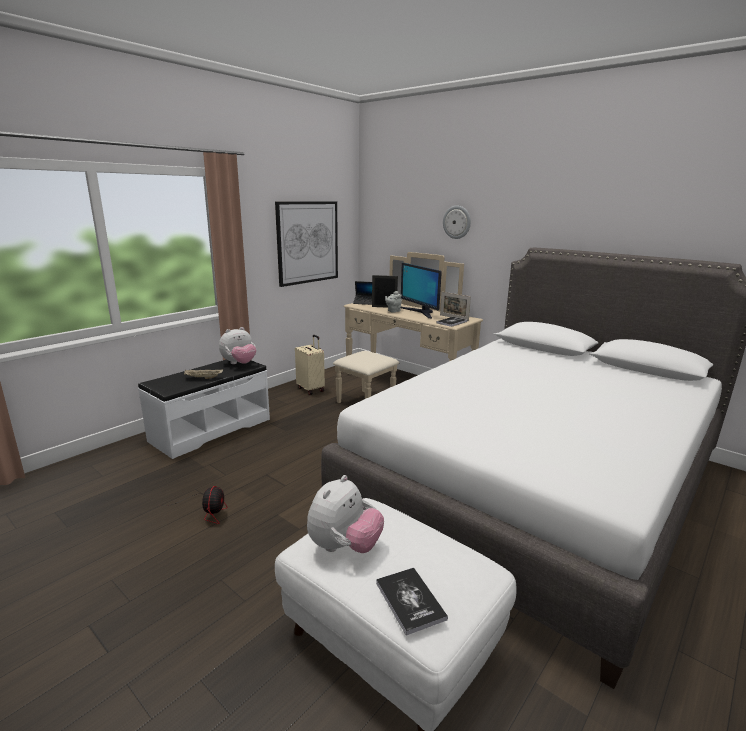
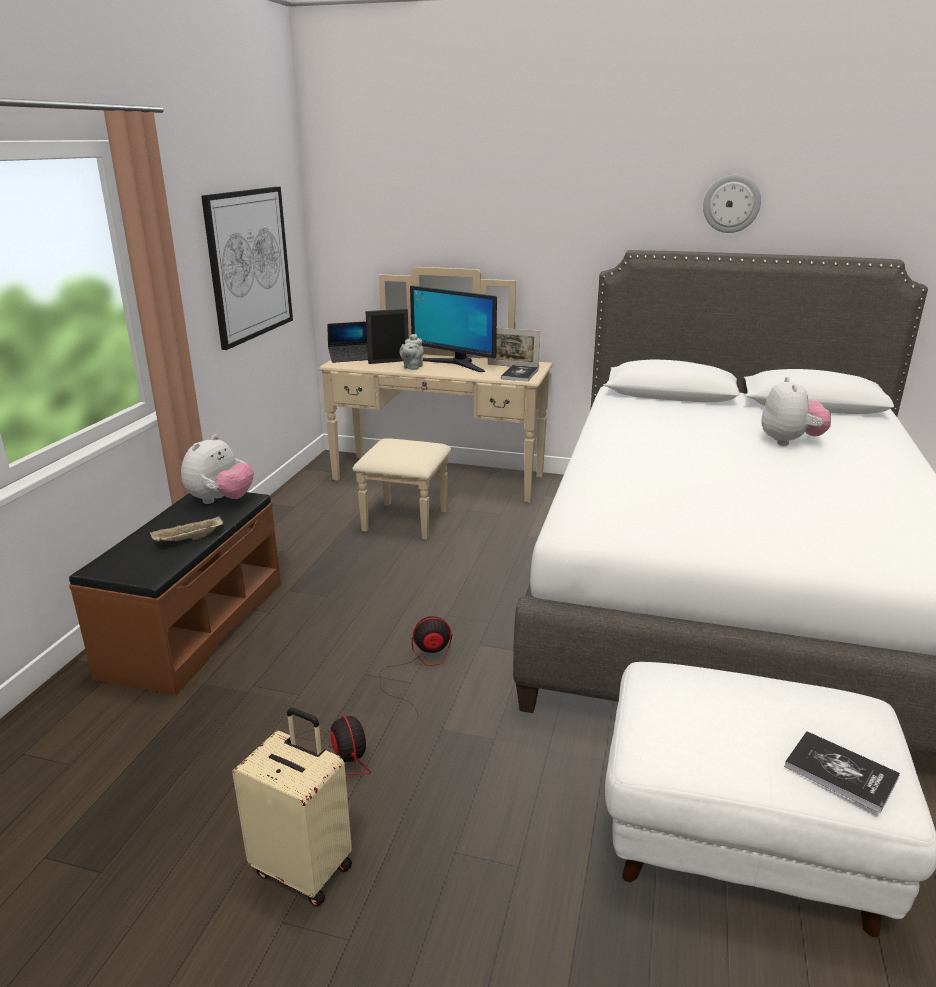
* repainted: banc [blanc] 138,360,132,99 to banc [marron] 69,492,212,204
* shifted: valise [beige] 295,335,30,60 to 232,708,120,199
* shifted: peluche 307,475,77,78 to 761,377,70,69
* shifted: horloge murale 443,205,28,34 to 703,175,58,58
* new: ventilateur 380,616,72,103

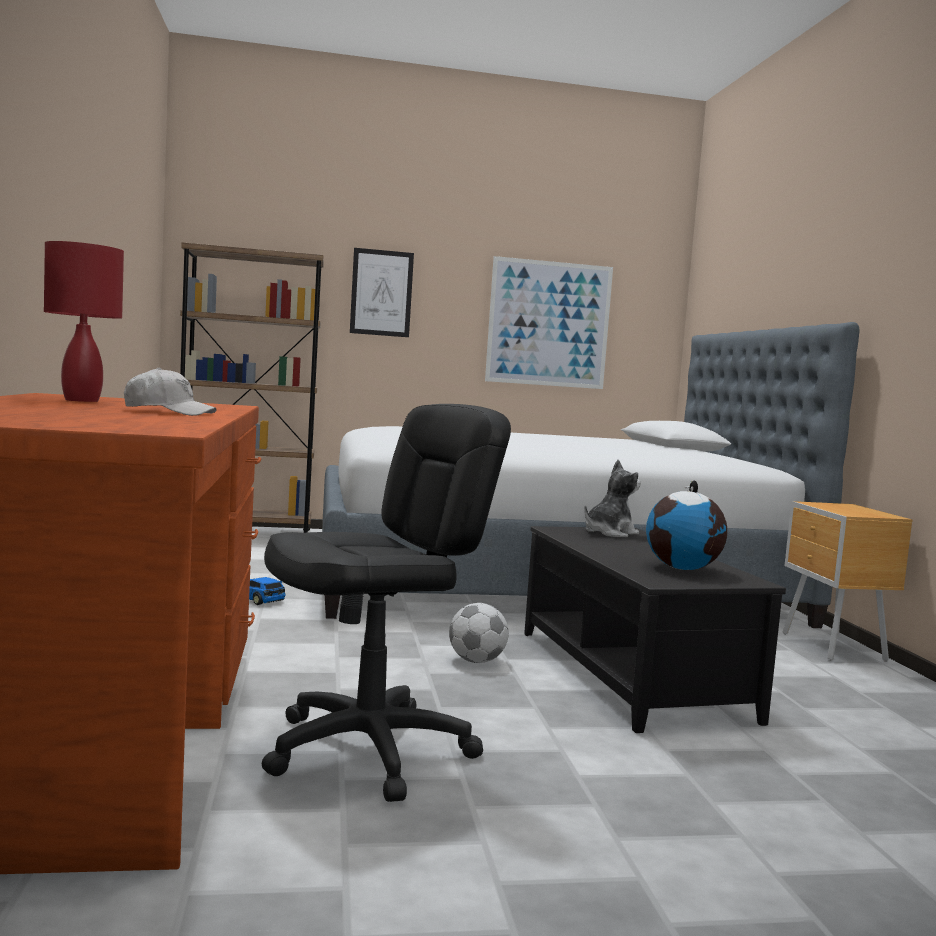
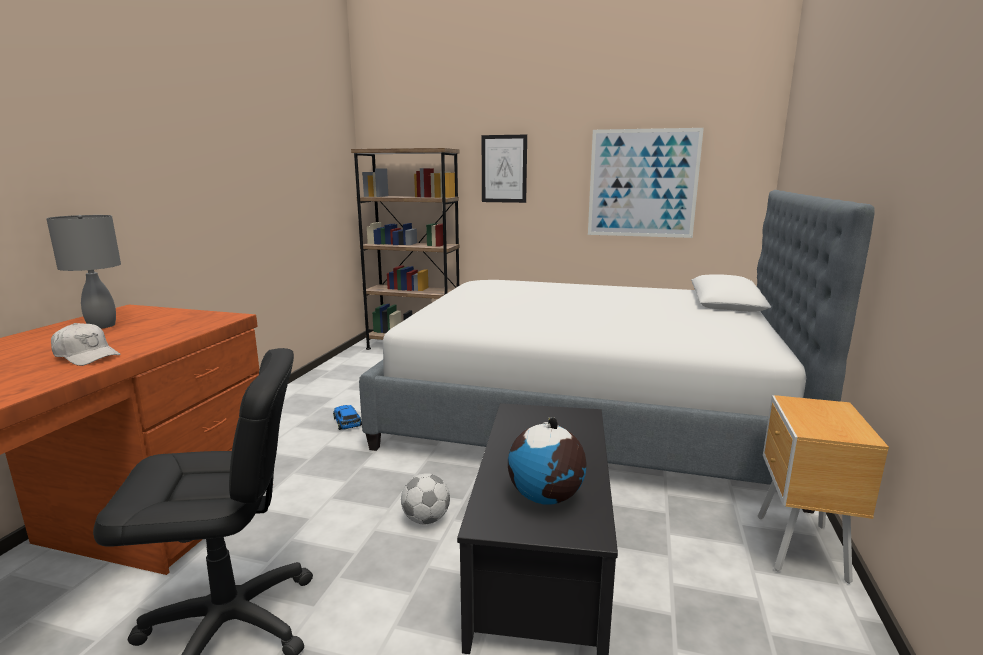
* repainted: lampe de table [rouge] 44,241,80,161 to lampe de table [gris] 46,215,75,114
* gone: peluche 584,460,57,77

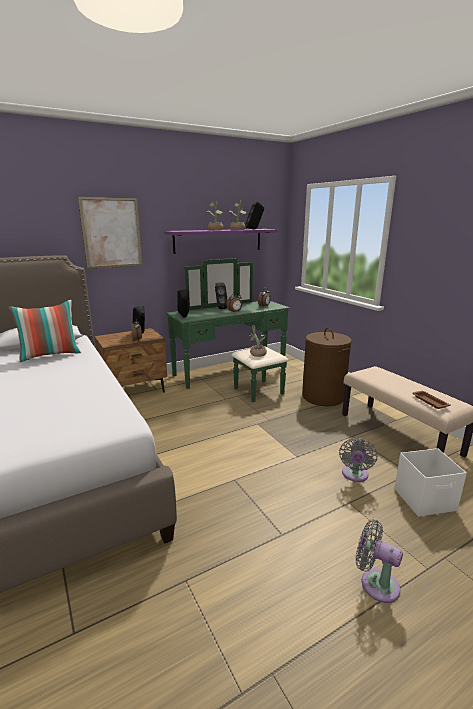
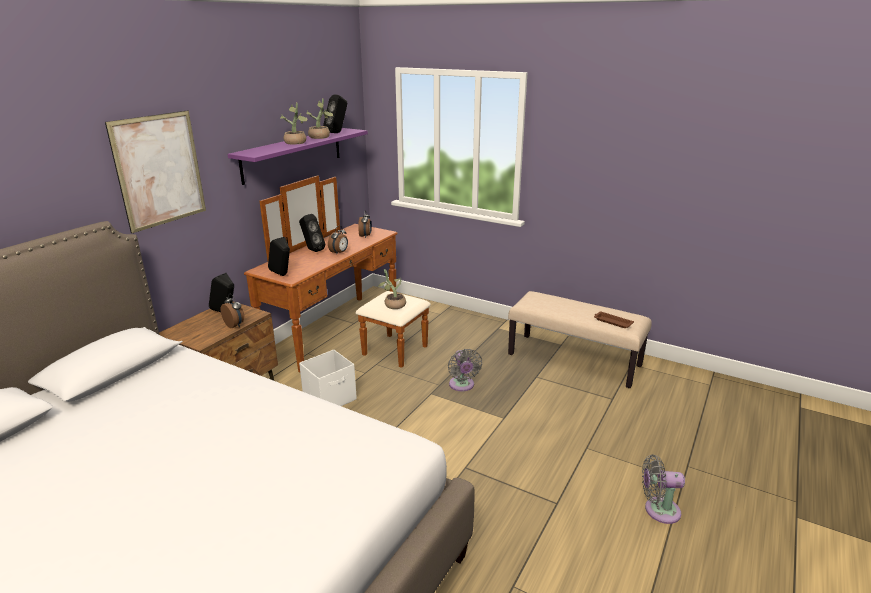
* gone: coussin 8,300,73,62
* repainted: commode [vert] 166,258,124,144 to commode [marron] 244,175,187,198
* gone: panier à linge [marron] 302,328,50,78
* shifted: ventilateur [gris] 339,438,38,44 to 448,349,34,42
* shifted: boîte de rangement [blanc] 394,448,73,69 to 299,350,58,56

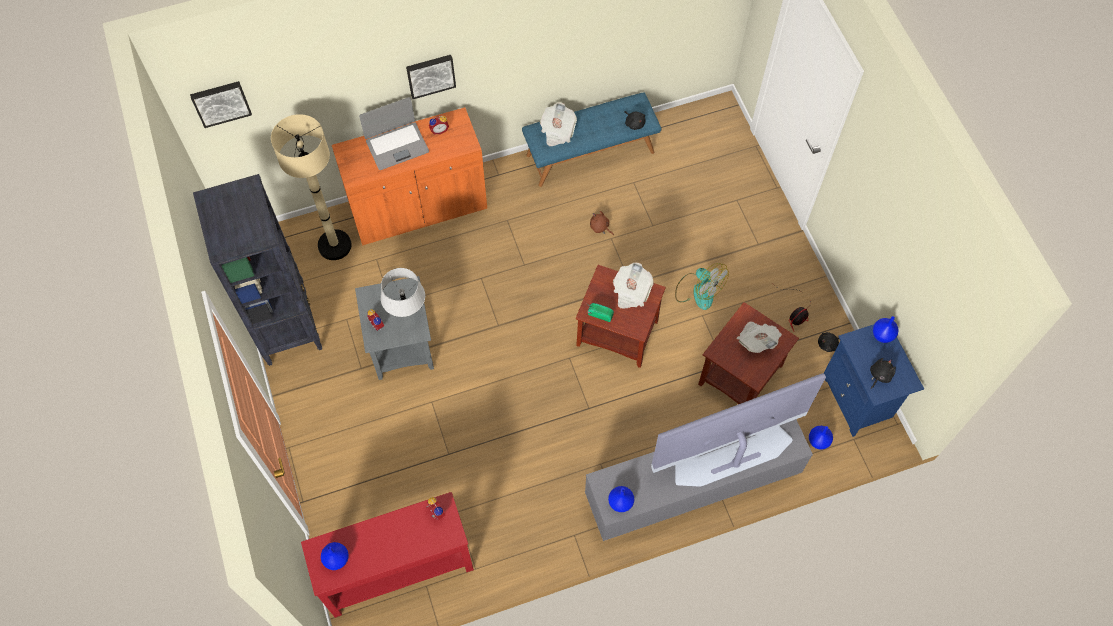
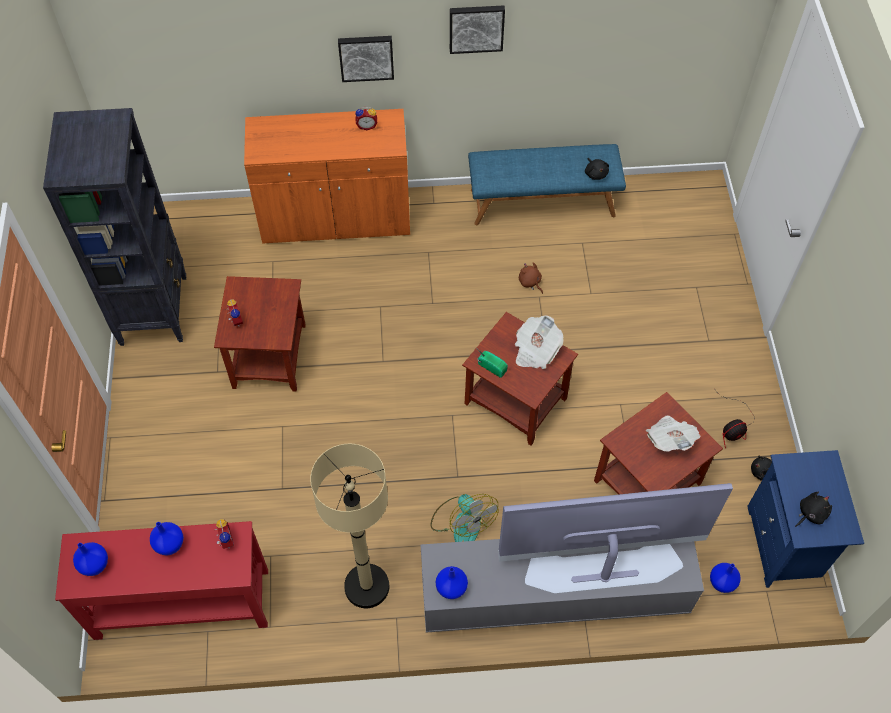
* shifted: tableau 190,81,62,47 to 450,5,55,49
* shifted: lampadaire [beige] 271,114,81,146 to 310,444,79,164
* repainted: table d'appoint [gris] 355,276,79,104 to table d'appoint [marron] 214,276,92,116
* gone: ordinateur portable 359,97,70,73
* gone: lampe de table [gris] 381,268,44,49
* gone: journal 540,103,37,43
* shifted: ventilateur 675,263,54,47 to 430,494,68,48
* shifted: vase [bleu] 873,316,26,27 to 150,522,34,33

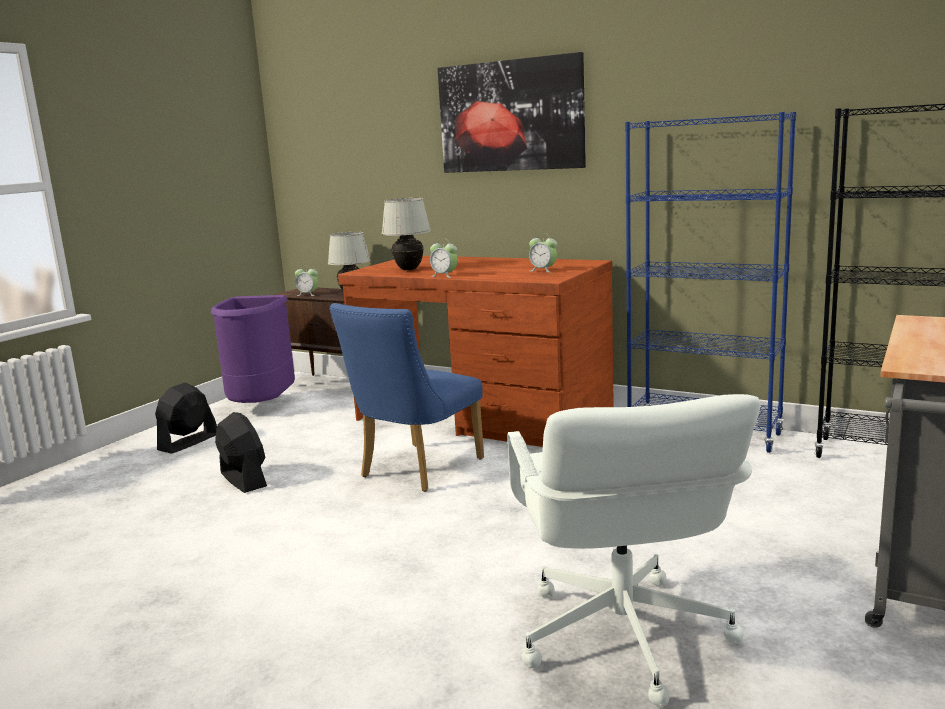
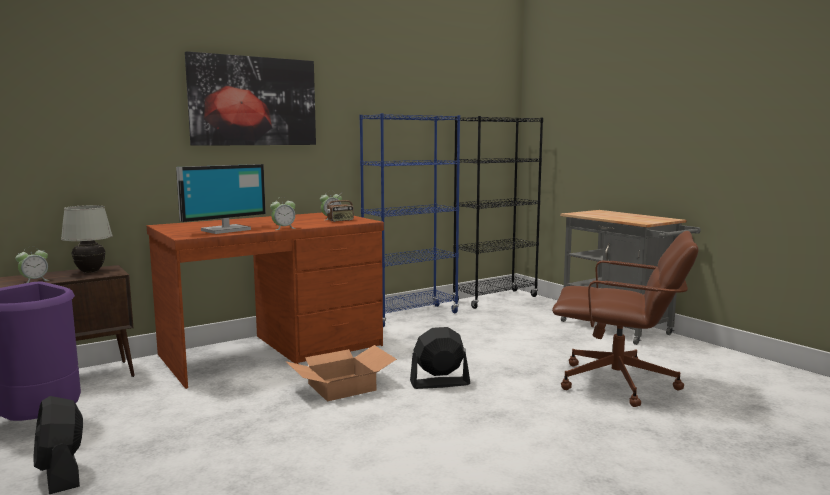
* shifted: ventilateur [noir] 215,412,52,81 to 410,327,60,62
* swapped: chaise [bleu] 330,303,154,189 to carton 285,345,112,57
* swapped: lampe de table [blanc] 382,198,49,72 to écran d'ordinateur 176,164,90,70
* repainted: chaise de bureau [blanc] 507,394,253,312 to chaise de bureau [marron] 552,231,146,176
* new: radio 326,194,28,28

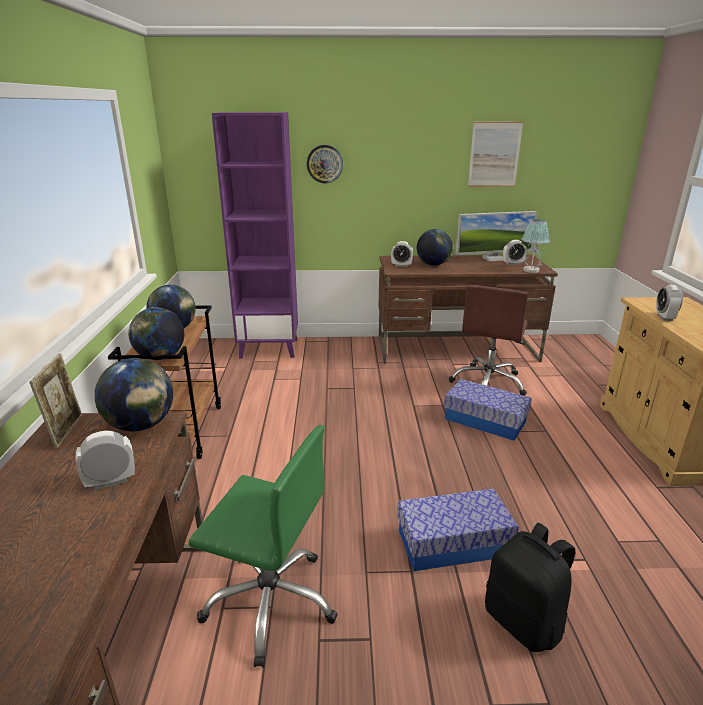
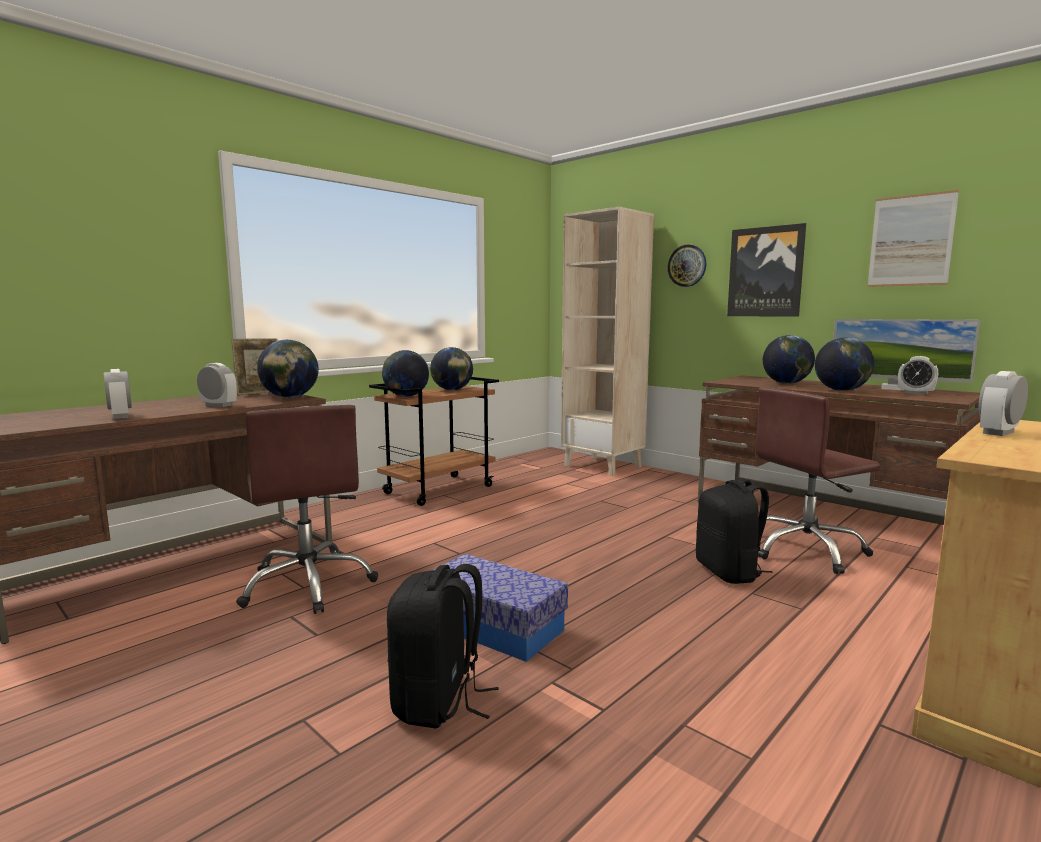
* repainted: chaise de bureau [vert] 188,425,150,242 to chaise de bureau [marron] 236,405,142,209
* repainted: bibliothèque [violet] 212,112,86,246 to bibliothèque [beige] 561,207,93,269
* shifted: réveil 391,241,22,26 to 104,369,28,50
* swapped: boîte de rangement 444,379,88,62 to sac à dos [noir] 696,478,77,106
* gone: lampe de table 522,219,28,54
* new: tableau 727,223,79,94
* new: globe 815,337,59,54

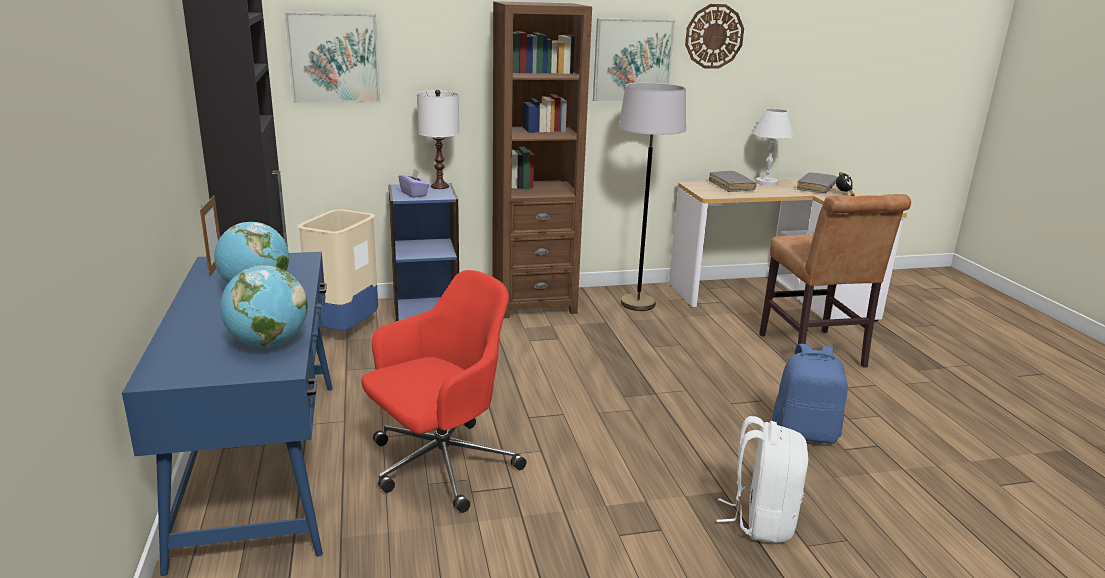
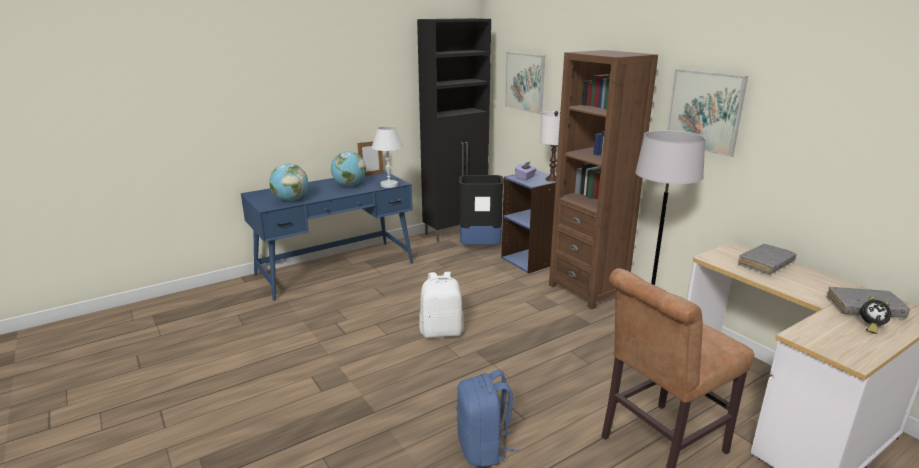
* repainted: poubelle [beige] 297,209,81,122 to poubelle [noir] 459,175,45,69
* gone: chaise de bureau [rouge] 361,270,166,243
* gone: horloge murale 685,4,59,65
* shifted: sac à dos [blanc] 716,416,92,127 to 419,272,45,66
* shifted: lampe de table [blanc] 753,109,41,77 to 371,126,32,62

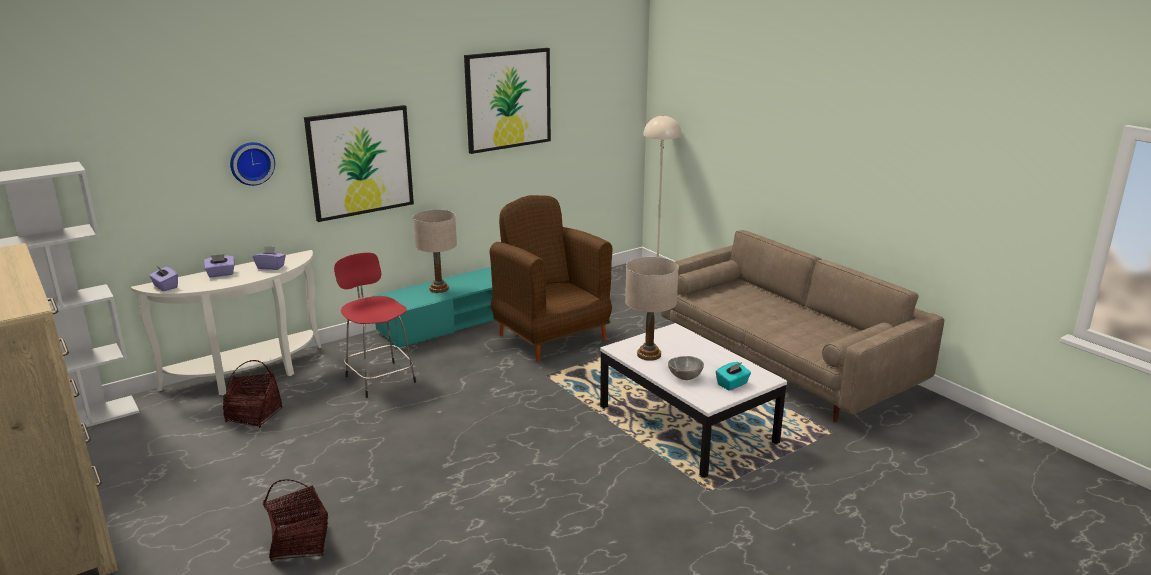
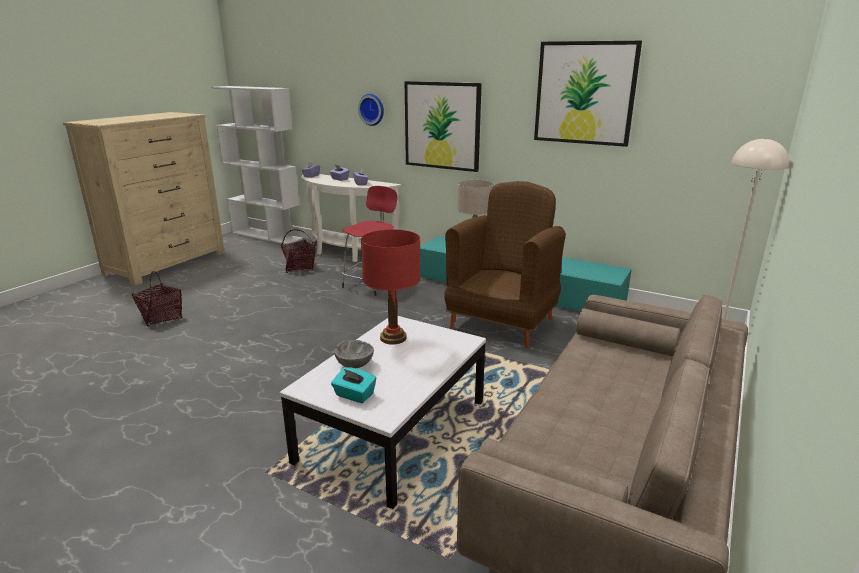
* repainted: lampe de table [beige] 625,257,54,104 to lampe de table [rouge] 361,229,60,116

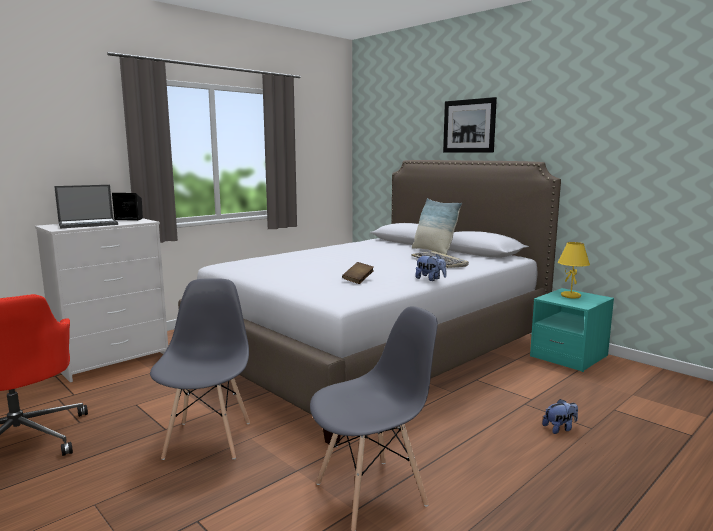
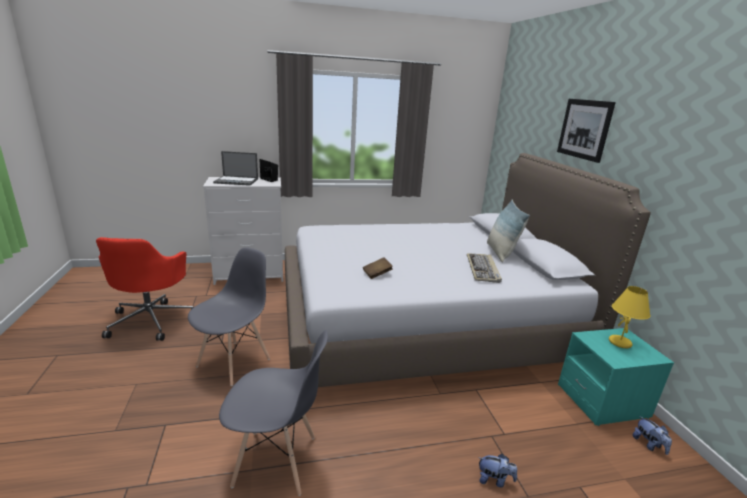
* shifted: peluche 415,255,32,26 to 633,416,39,39

